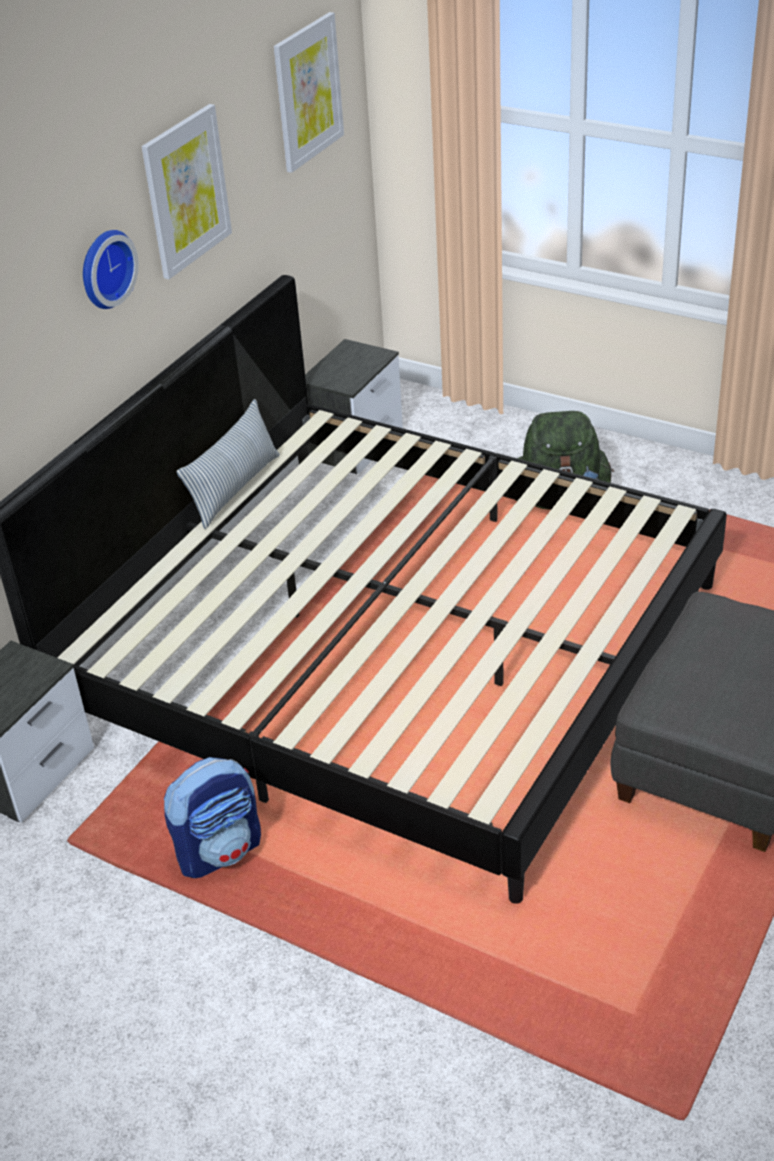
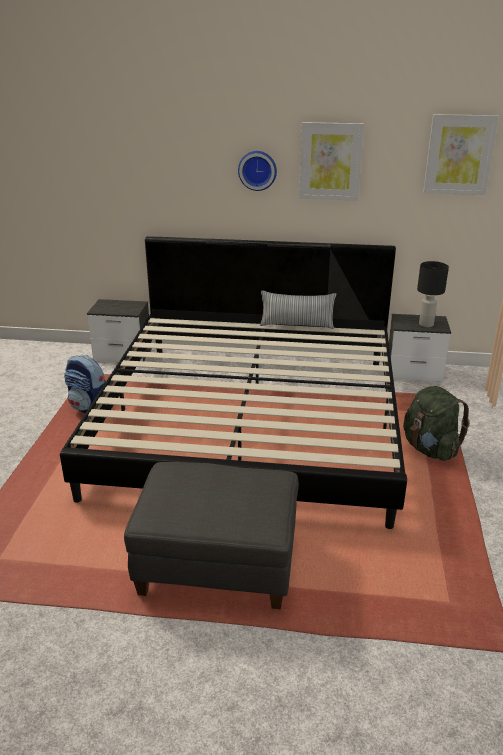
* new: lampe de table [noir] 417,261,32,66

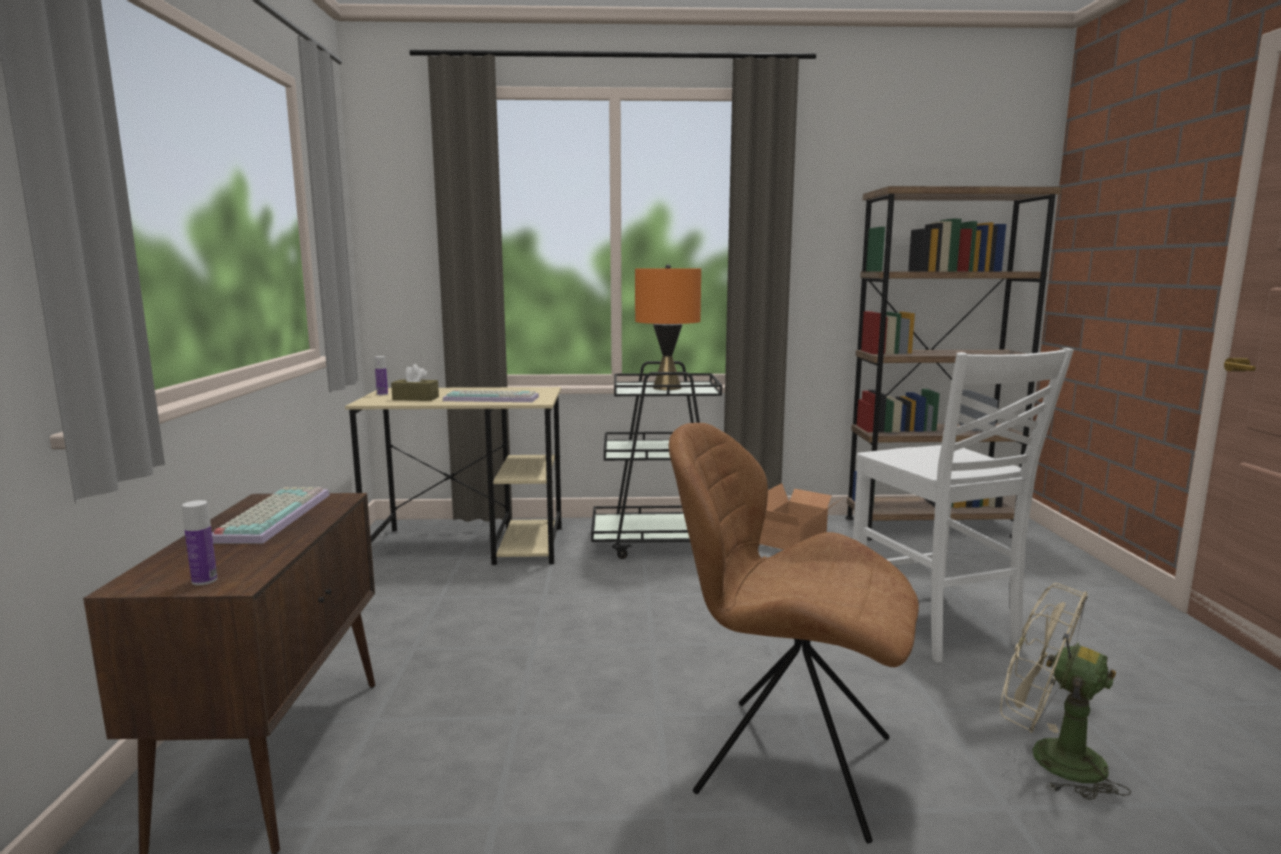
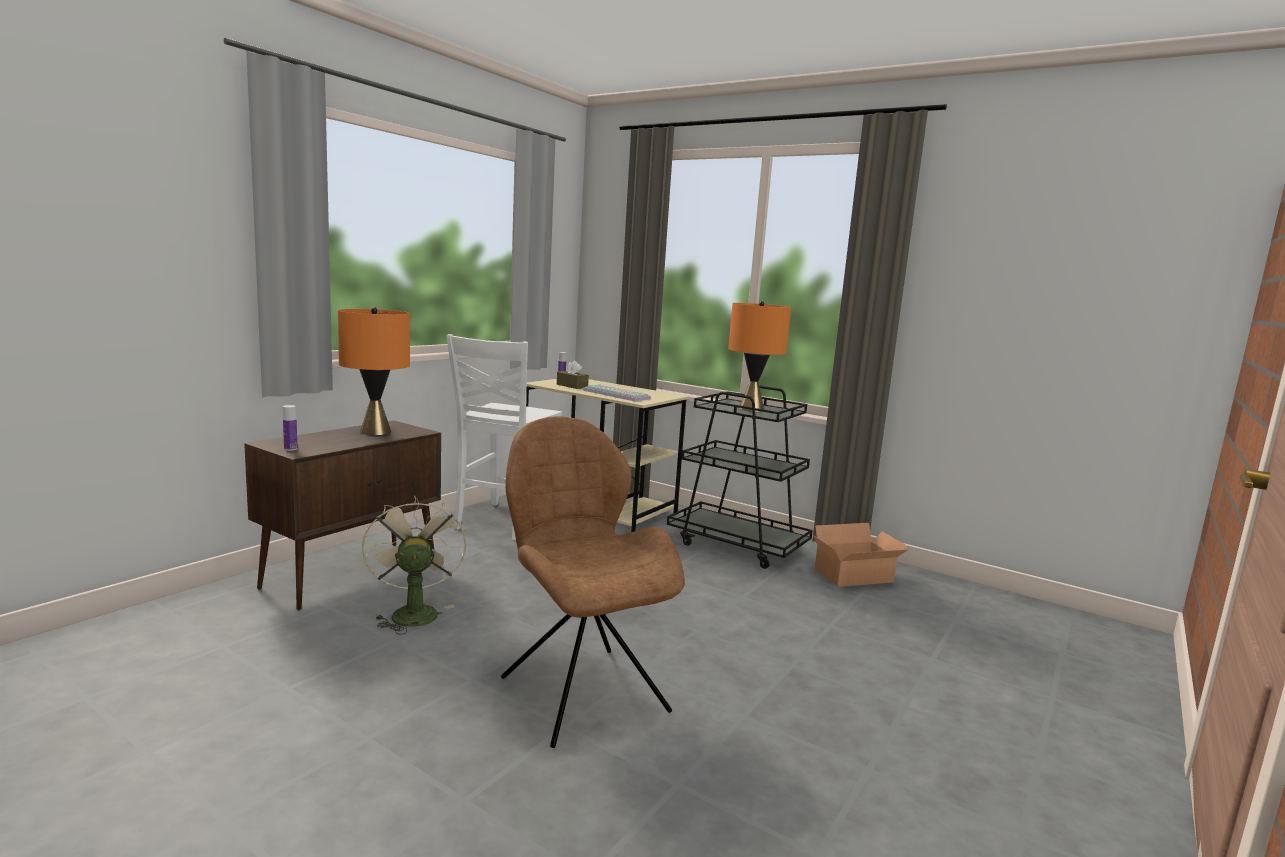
* swapped: clavier 212,487,118,56 to lampe de table [orange] 338,307,72,128
* gone: bibliothèque [marron] 845,186,217,354
* shifted: chaise [blanc] 853,348,221,315 to 446,334,116,206
* shifted: ventilateur [beige] 1000,583,131,217 to 362,496,104,139

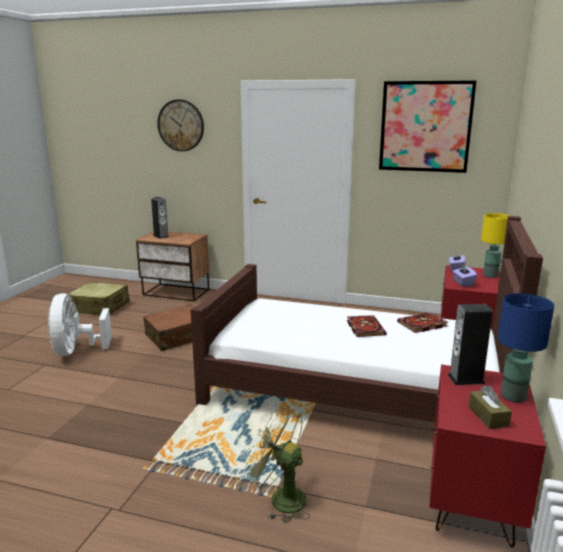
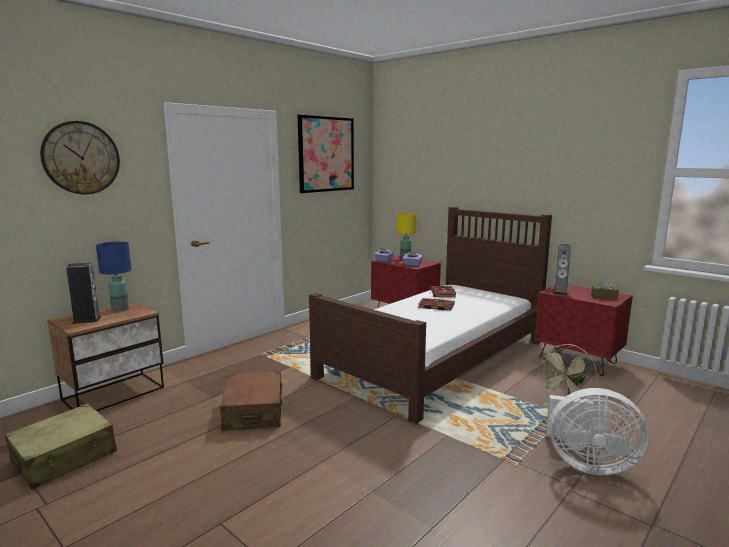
* shifted: ventilateur [blanc] 48,293,64,63 to 546,388,102,87
* shifted: lampe de table [bleu] 498,293,56,109 to 96,242,36,69

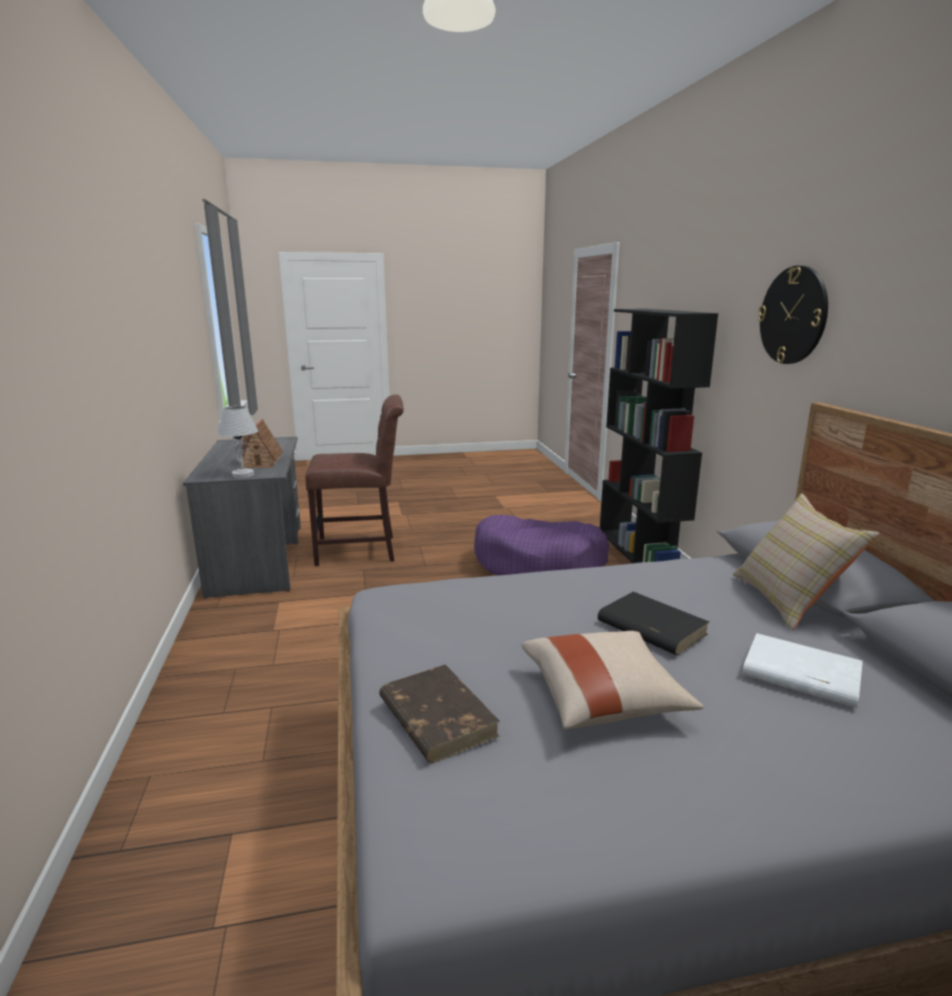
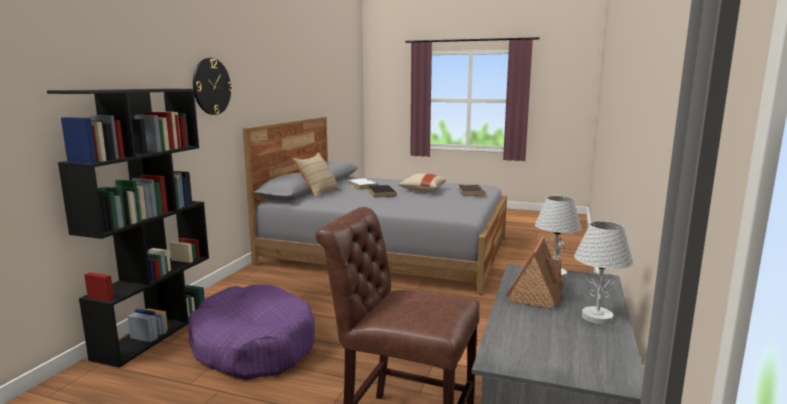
* new: lampe de table [blanc] 574,221,59,103

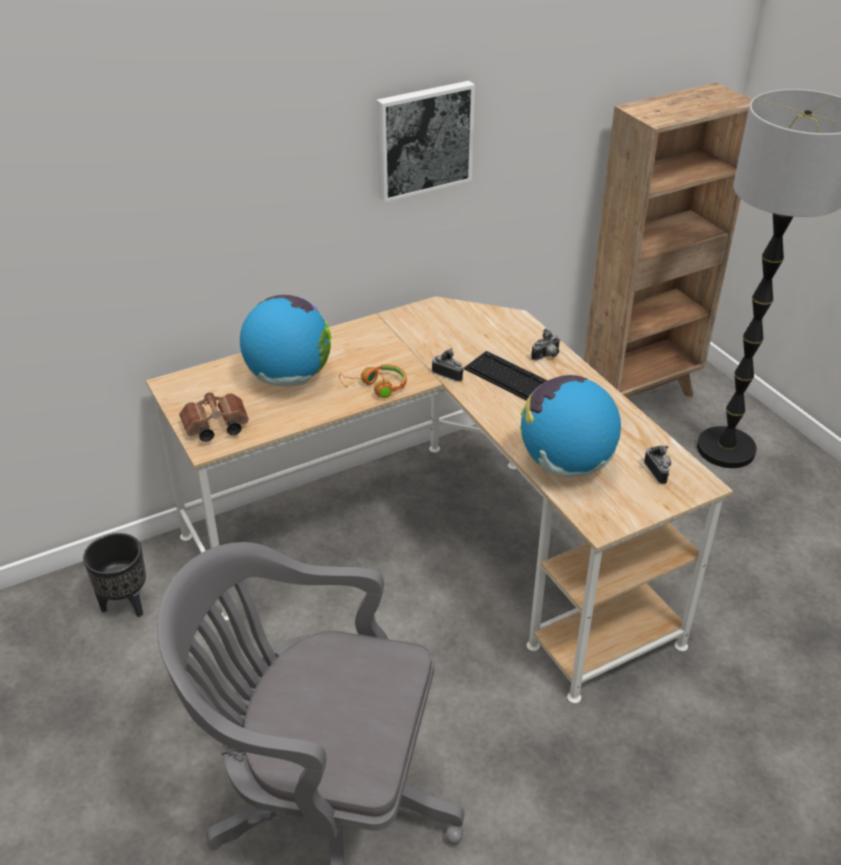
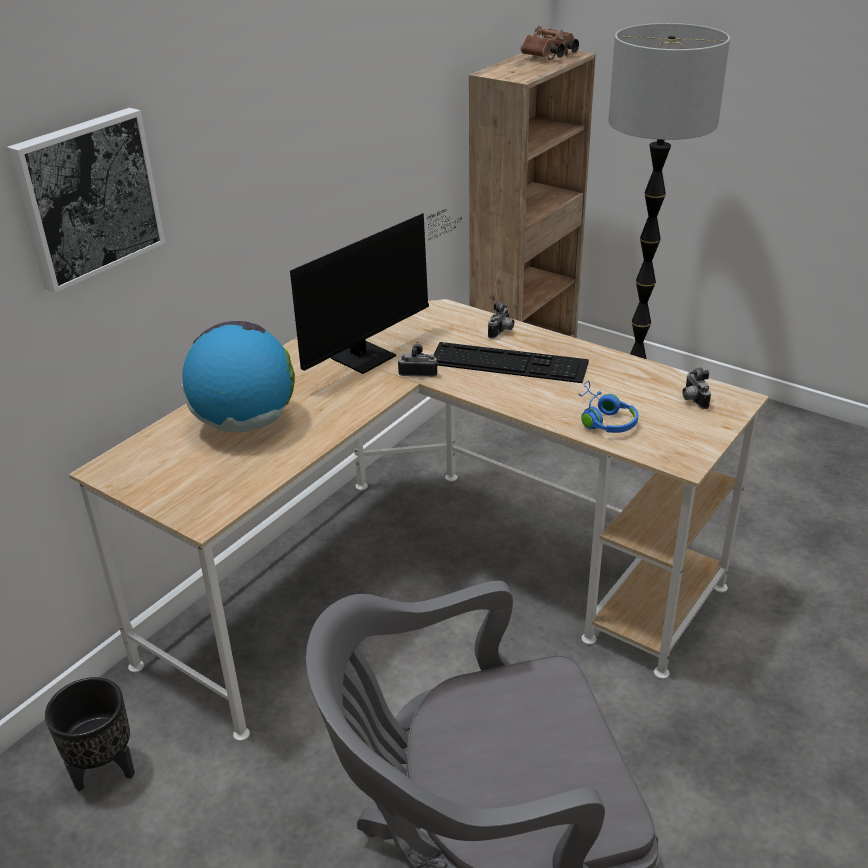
* shifted: jumelles [marron] 179,392,70,50 to 521,26,58,34
* gone: casque audio [orange] 339,364,68,34
* shifted: tableau 377,81,98,121 to 7,108,158,185
* swapped: globe 520,375,101,102 to casque audio [bleu] 578,381,61,52
* rotated: appareil photo 644,445,27,39 = 682,367,29,42 150 degrees counterclockwise
* new: écran d'ordinateur 290,209,171,165

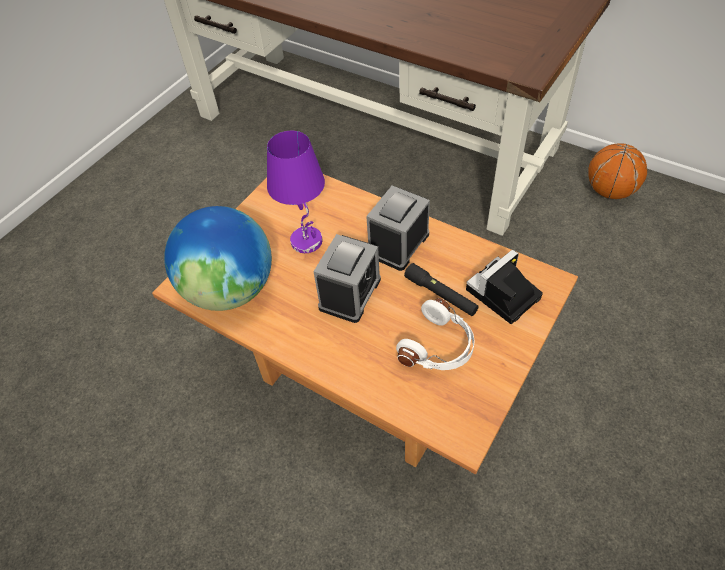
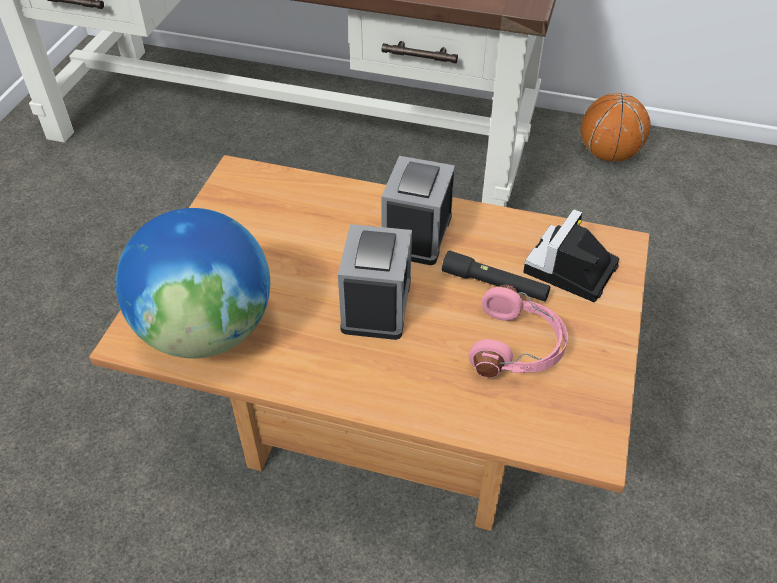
* gone: lampe de table [violet] 267,131,58,122
* repainted: casque audio [blanc] 396,298,79,72 to casque audio [rose] 469,285,99,93

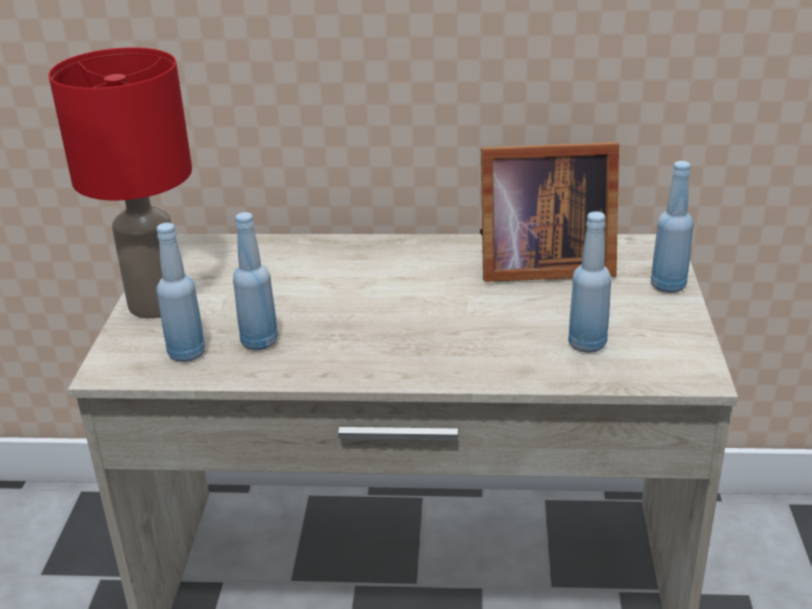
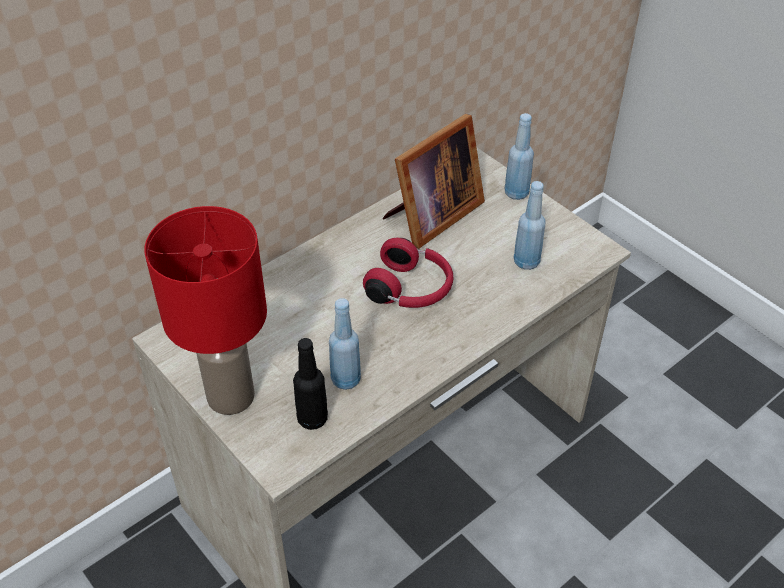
* repainted: bouteille [bleu] 156,223,49,139 to bouteille [noir] 293,338,35,92
* new: casque audio [rouge] 363,238,90,70

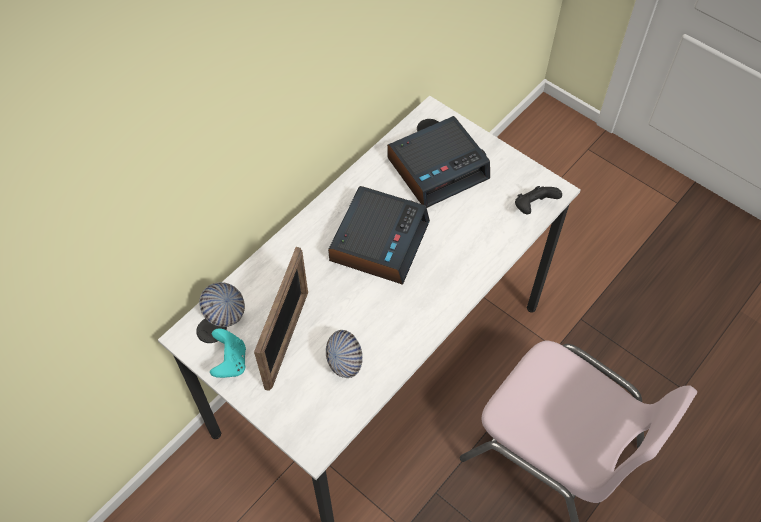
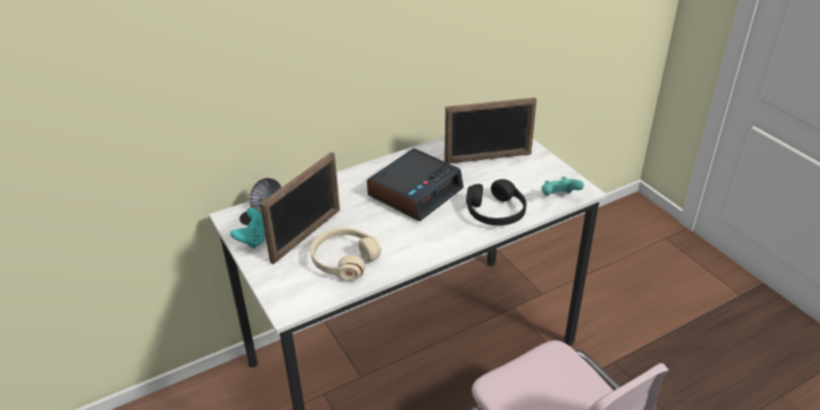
* swapped: bol 326,330,37,48 to casque audio [beige] 311,228,70,52
* swapped: réveil 387,116,103,92 to cadre photo 444,97,93,67
* repainted: manette [noir] 515,186,47,28 to manette [turquoise] 541,177,43,19
* new: casque audio [noir] 466,179,61,47

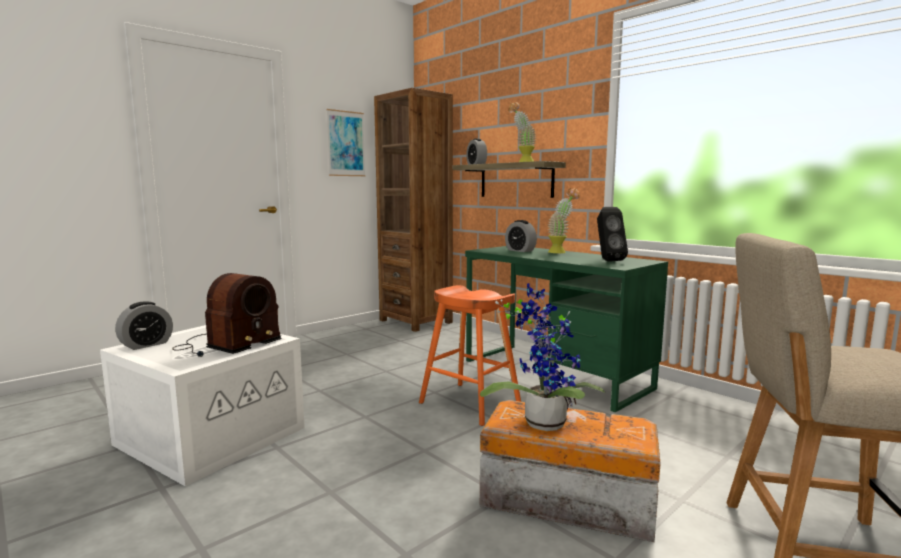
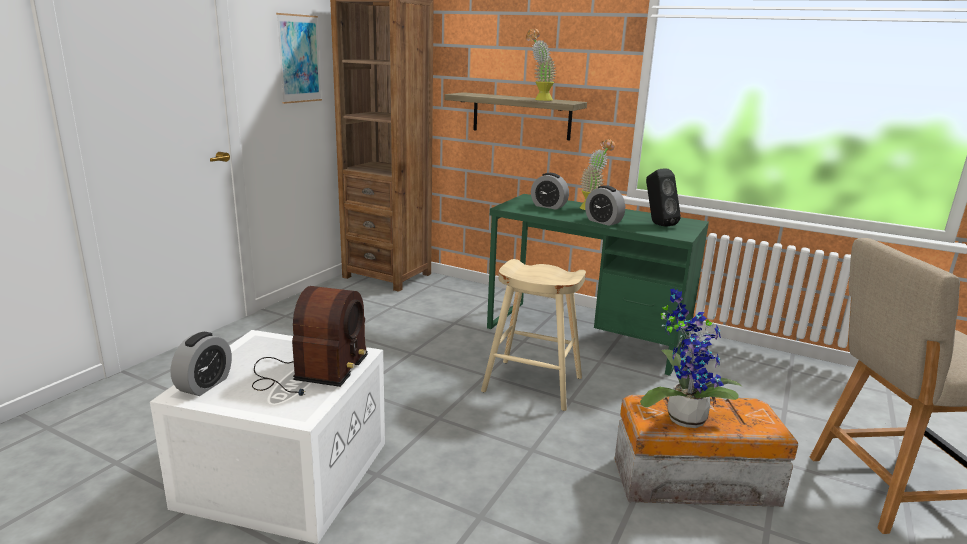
* repainted: tabouret [orange] 419,285,102,141 to tabouret [beige] 481,259,105,152
* shifted: réveil 466,139,21,26 to 585,185,40,41

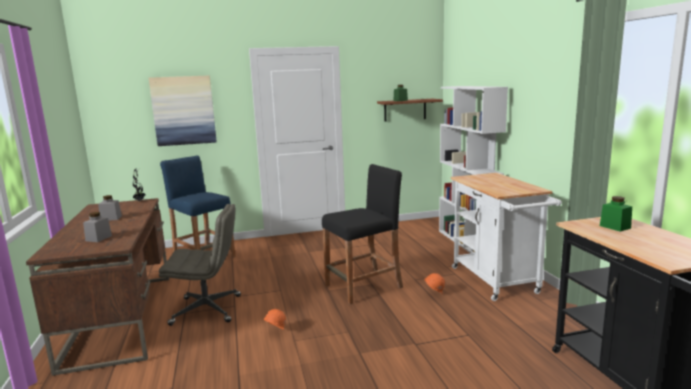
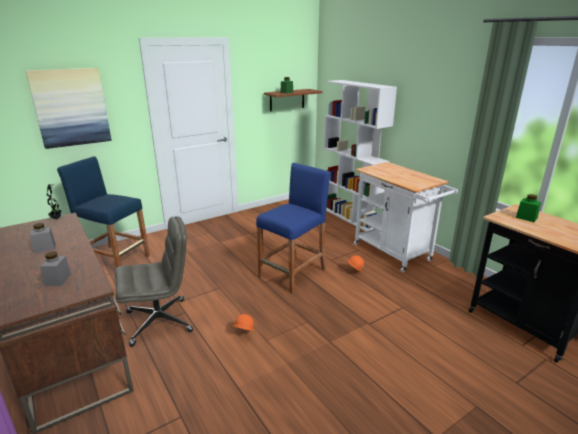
* repainted: tabouret [noir] 322,164,81,140 to tabouret [bleu] 256,163,74,130

